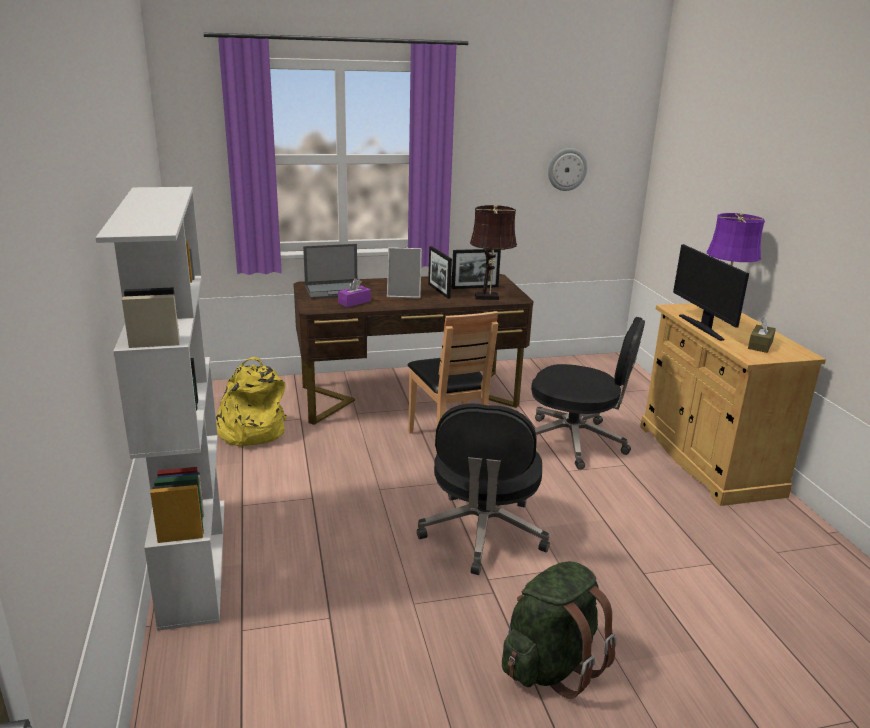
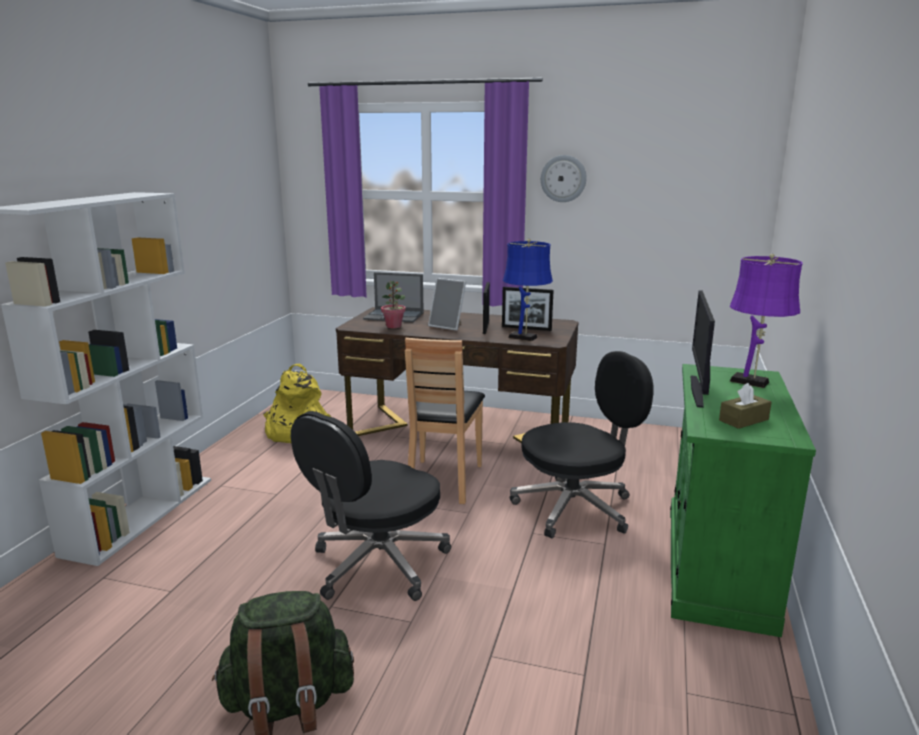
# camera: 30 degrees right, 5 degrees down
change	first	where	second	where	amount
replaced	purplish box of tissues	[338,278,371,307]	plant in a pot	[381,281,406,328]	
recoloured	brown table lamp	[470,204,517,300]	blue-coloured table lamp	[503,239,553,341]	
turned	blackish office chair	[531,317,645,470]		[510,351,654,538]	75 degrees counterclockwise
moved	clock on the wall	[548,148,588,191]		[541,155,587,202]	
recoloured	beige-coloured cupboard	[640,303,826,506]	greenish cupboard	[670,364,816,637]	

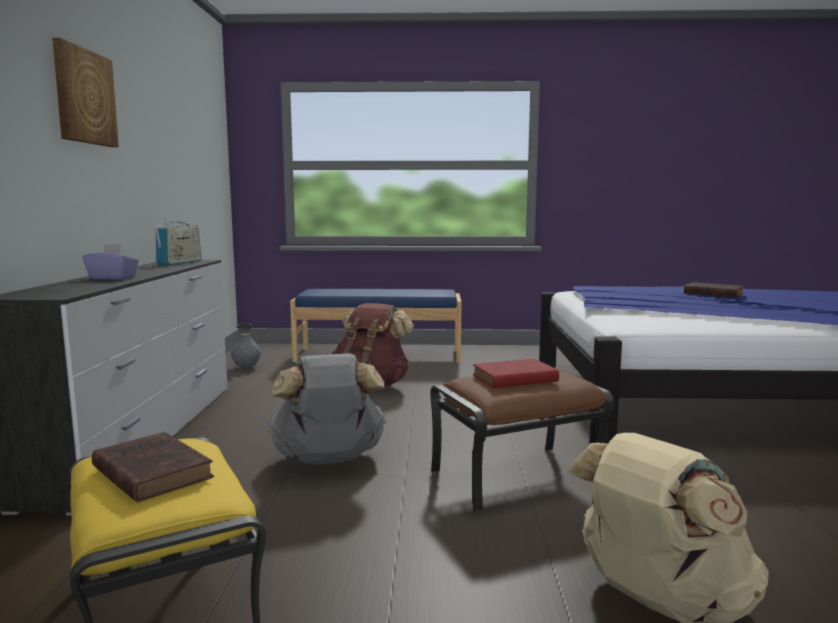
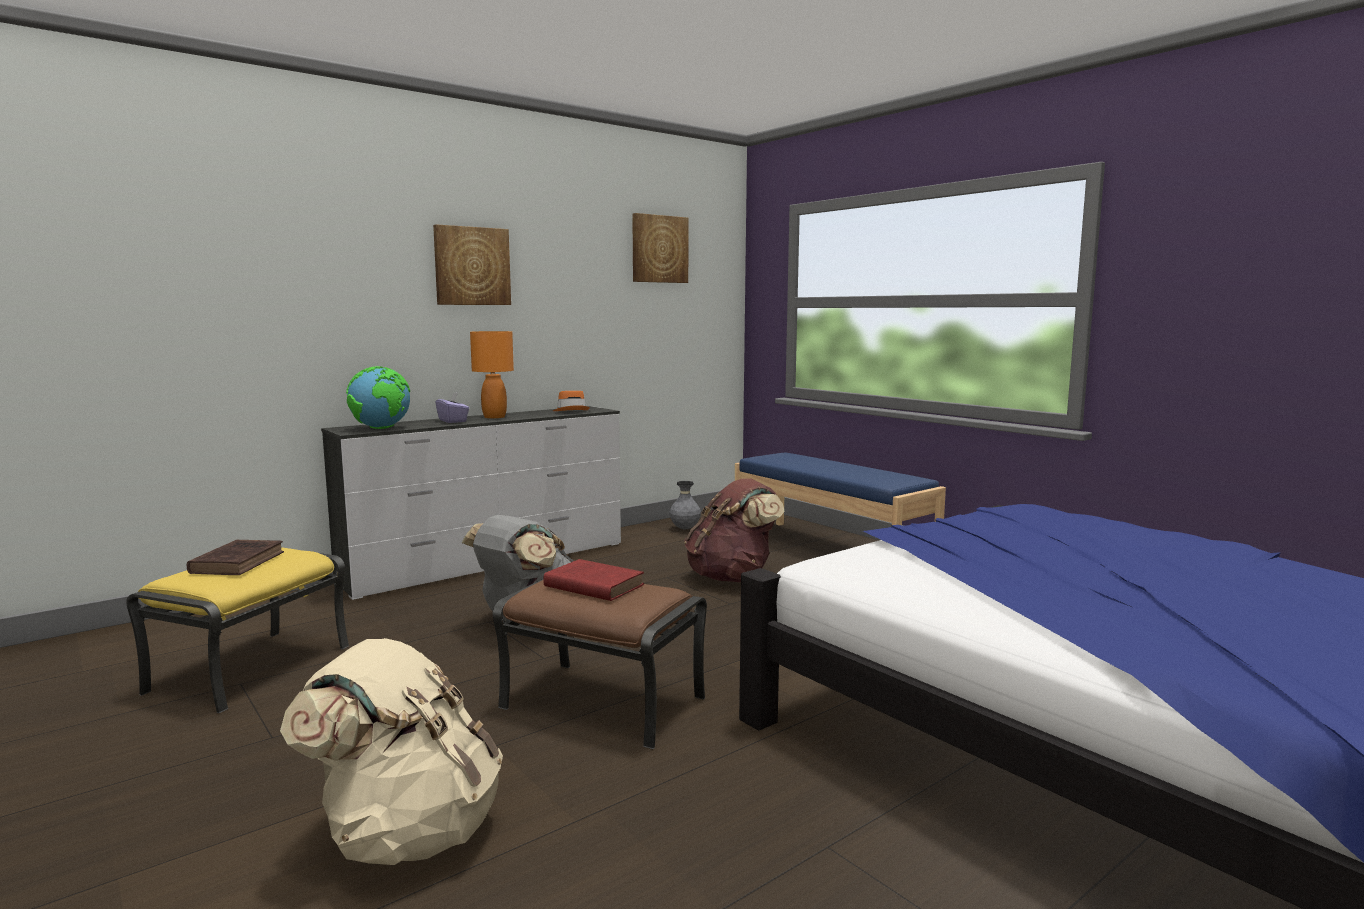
# camera: 50 degrees right, 0 degrees up
change	first	where	second	where	amount
replaced	radio receiver	[155,217,201,265]	orange-coloured clothing hat	[553,391,590,411]	
removed	brown bound book	[684,282,744,298]			
added			world globe	[346,366,410,429]	
added			orange-coloured table lamp	[470,331,514,419]	
added			wall picture	[632,213,689,283]	

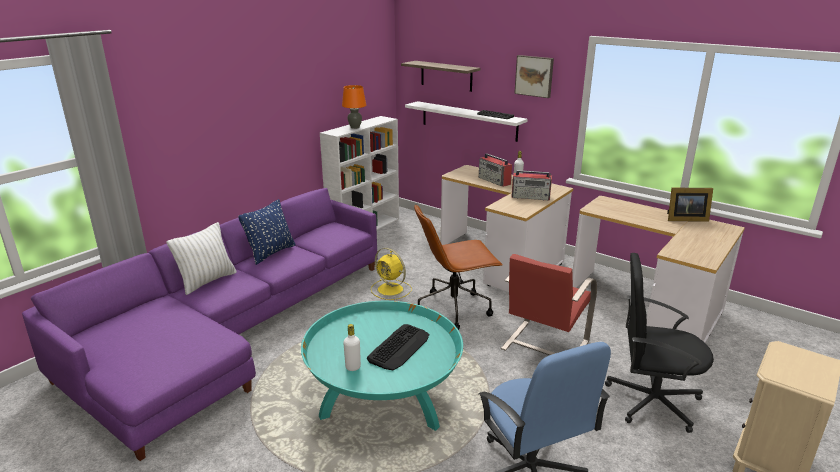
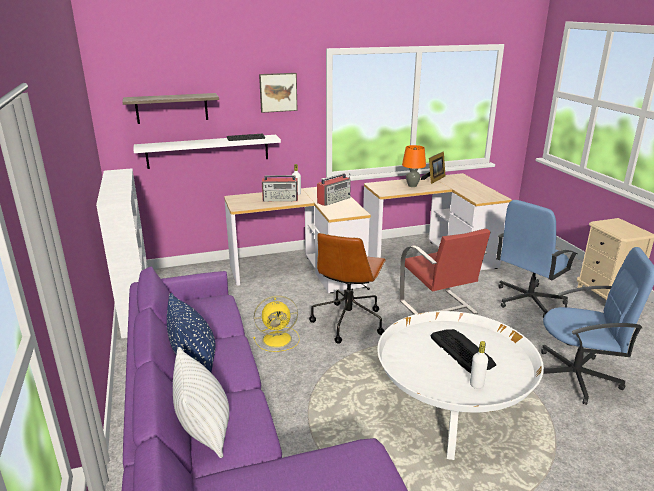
# camera: 55 degrees left, 0 degrees up
change	first	where	second	where	amount
recoloured	blue-green low table	[301,301,463,431]	white-coloured low table	[377,311,544,460]	
moved	orange-coloured table lamp	[342,85,366,129]		[402,145,426,187]	
recoloured	blackish office chair	[605,253,714,433]	blue-coloured office chair	[496,200,577,318]	

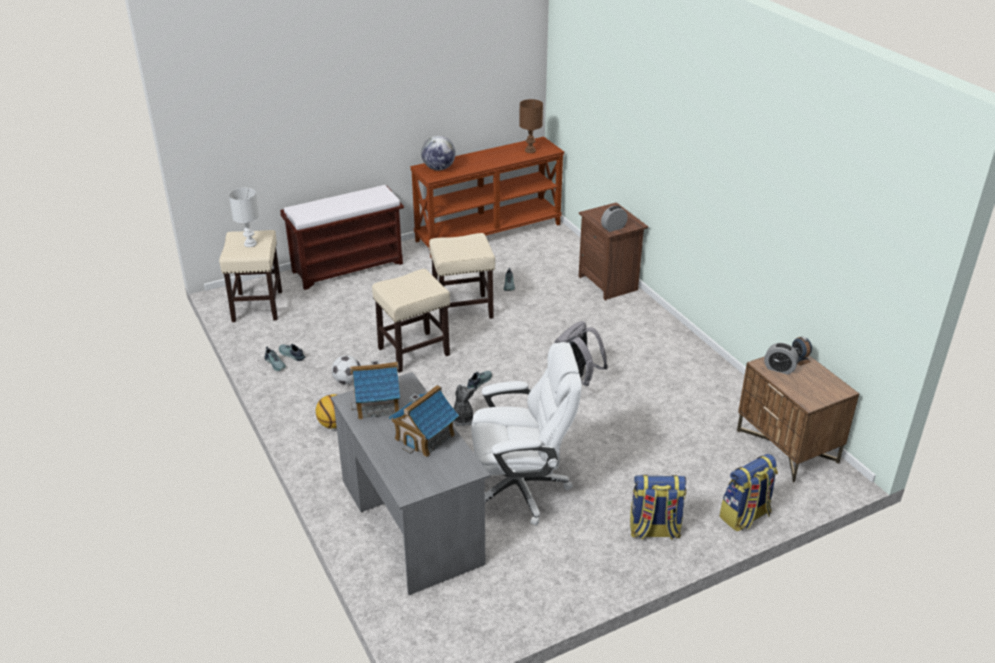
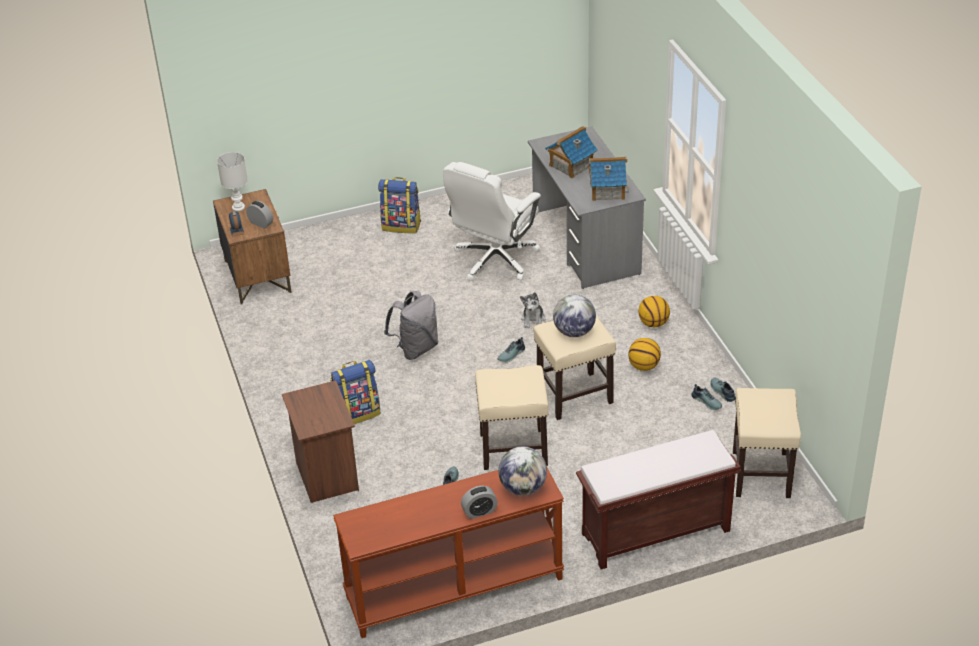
# camera: 170 degrees left, 5 degrees up
change	first	where	second	where	amount
moved	white-coloured table lamp	[229,188,259,247]		[217,152,248,211]	
replaced	football ball	[332,355,360,384]	ball for basketball	[628,338,661,371]	
turned	white-coloured office chair	[471,342,582,526]		[443,162,541,281]	60 degrees counterclockwise
removed	brown table lamp	[519,99,543,153]			
moved	alarm clock	[601,206,628,232]		[461,486,498,519]	
moved	knapsack	[720,454,778,531]		[330,360,380,424]	
added			world globe	[553,295,596,337]	

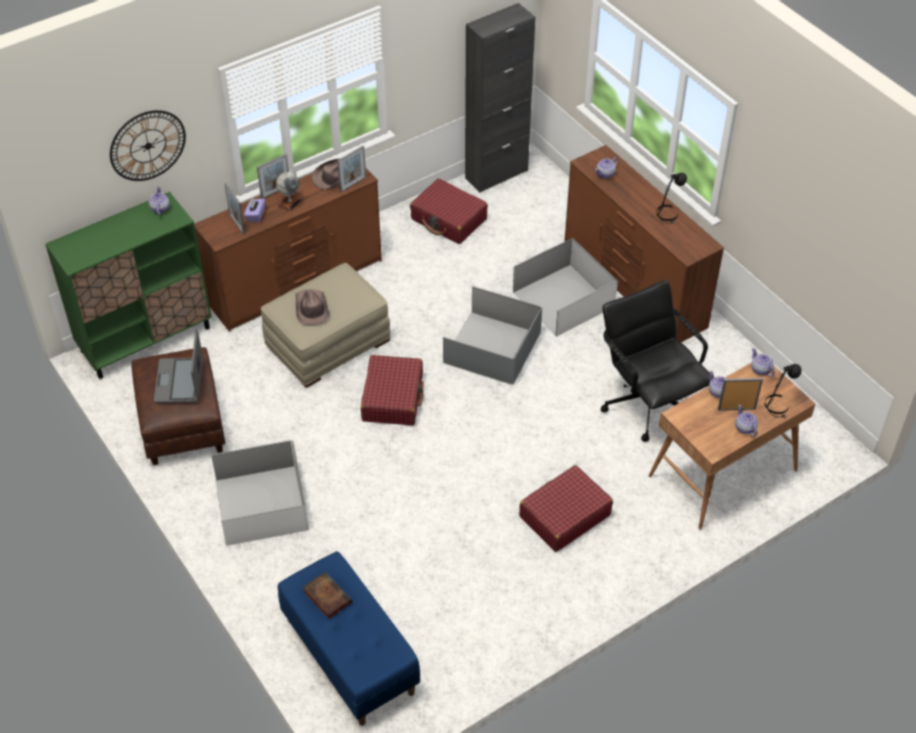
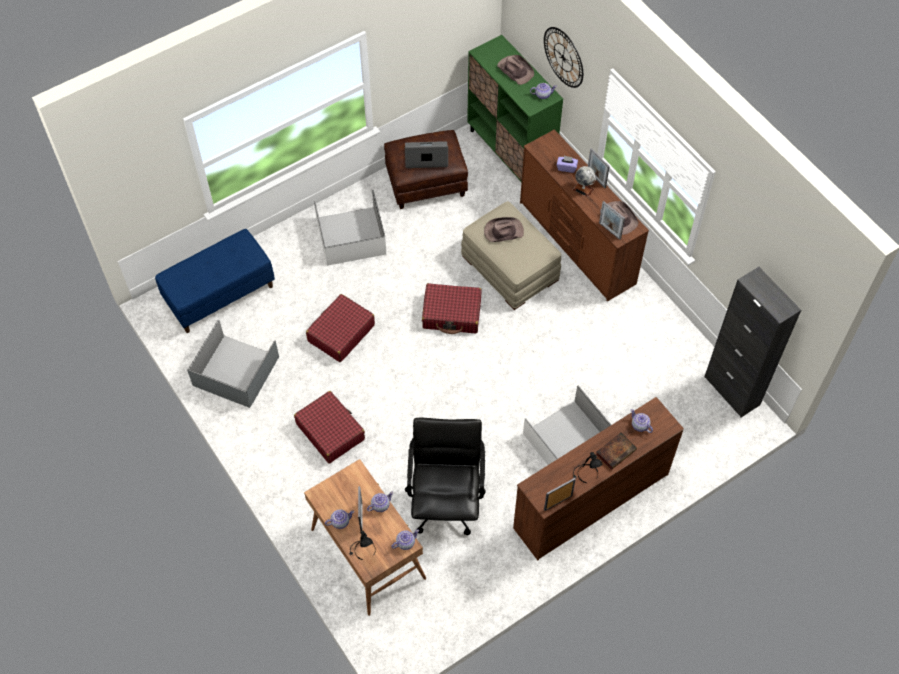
# camera: 90 degrees right, 10 degrees up
change	first	where	second	where	amount
moved	standing frame	[224,183,245,235]		[544,478,576,511]	
moved	bound book	[302,572,352,619]		[596,433,637,470]	
moved	red-coloured piece of luggage	[410,179,488,244]		[306,294,375,362]	
moved	greyish storage container	[443,286,542,385]		[187,320,279,408]	
turned	blackish office chair	[601,280,710,442]		[405,418,486,535]	60 degrees counterclockwise
added			brown clothing hat	[497,55,534,85]	

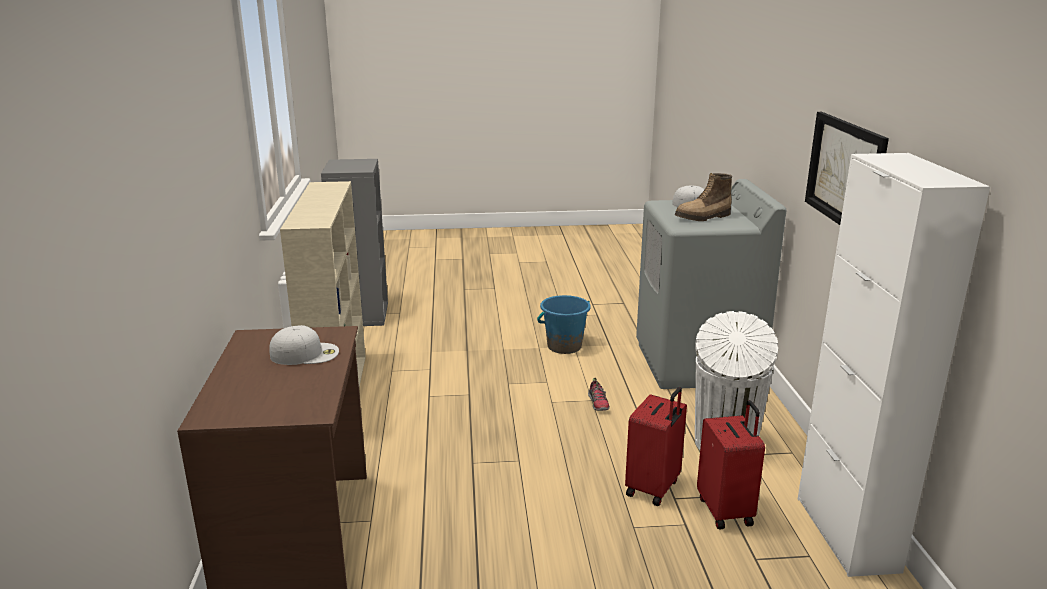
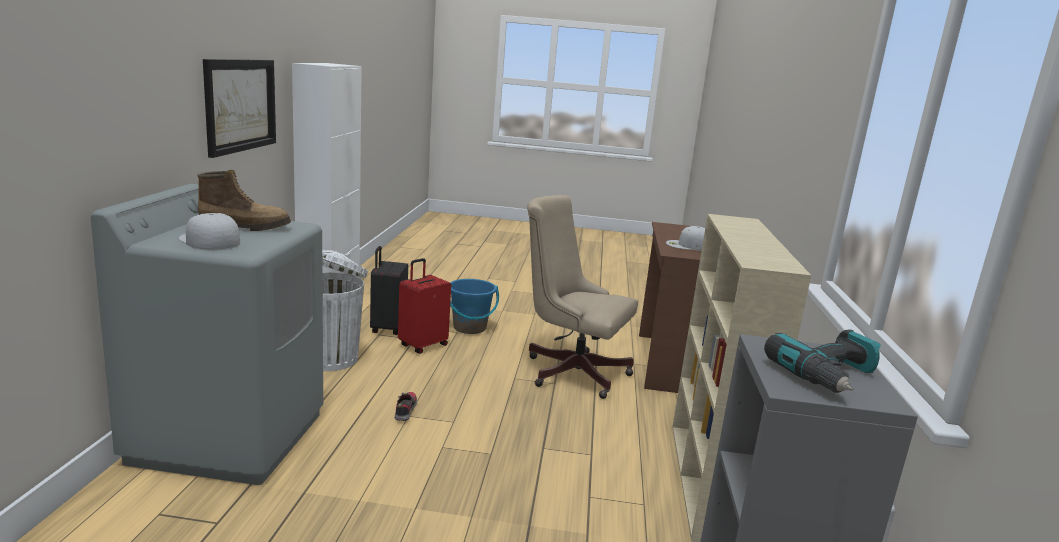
# camera: 170 degrees left, 5 degrees down
change	first	where	second	where	amount
moved	blue-coloured water bucket	[537,295,591,354]		[450,279,499,334]	
recoloured	red-coloured piece of luggage	[697,400,765,530]	blackish piece of luggage	[370,246,408,335]	
added			beige-coloured office chair	[527,195,638,399]	
added			power drill	[764,329,881,393]	

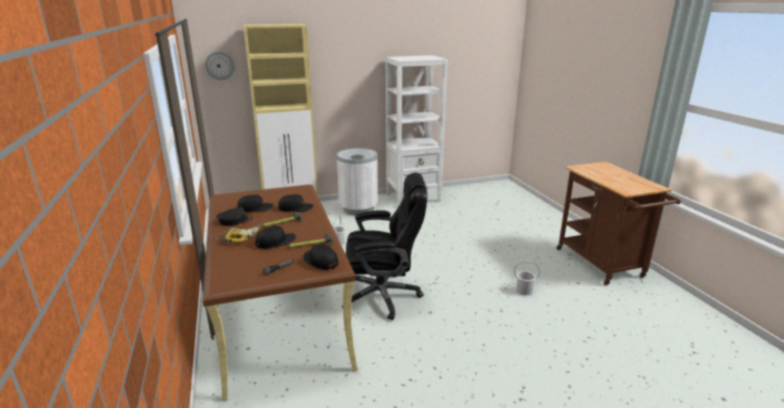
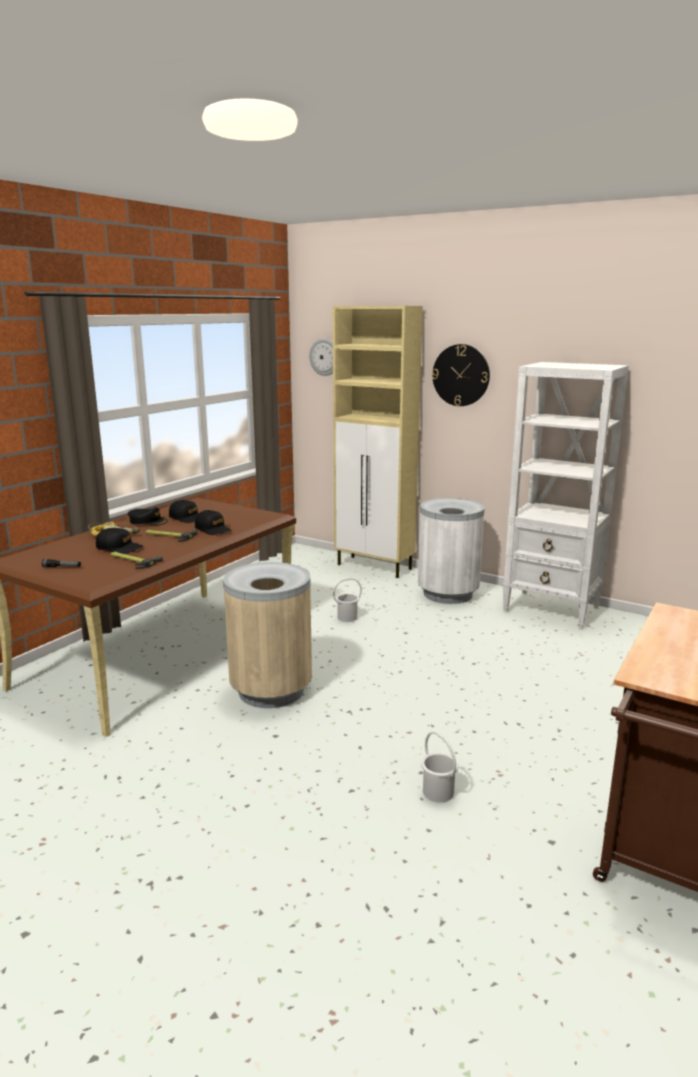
# camera: 50 degrees right, 5 degrees down
change	first	where	second	where	amount
removed	blackish peaked cap	[304,244,339,270]			
replaced	blackish office chair	[342,173,427,320]	beige-coloured rubbish bin	[223,562,312,708]	
added			clock on the wall	[432,344,490,406]	

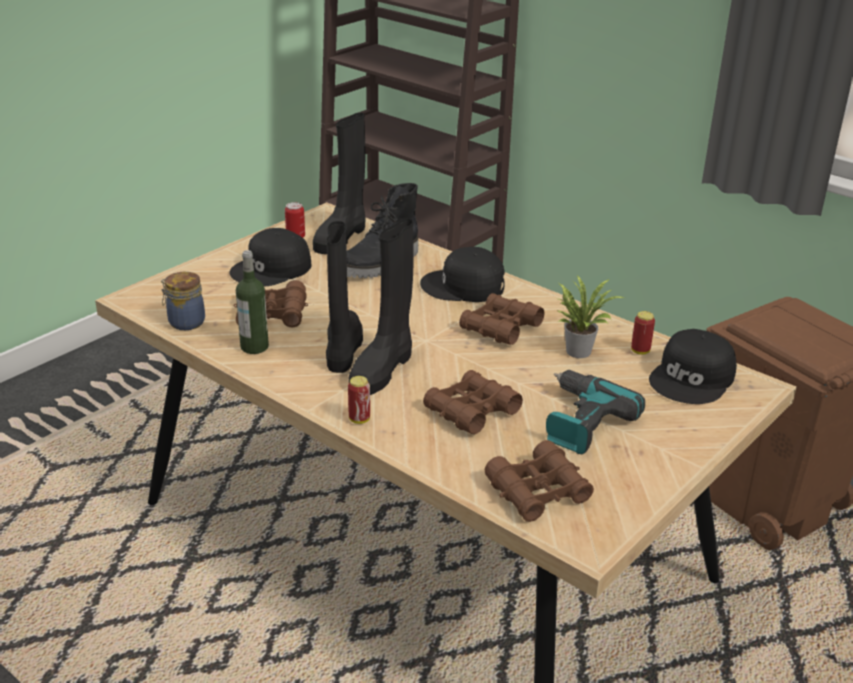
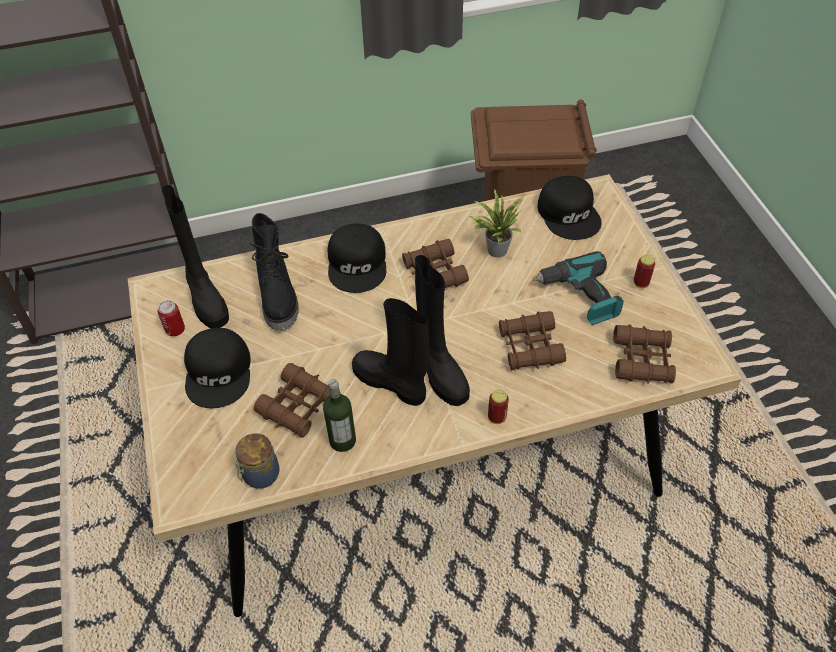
# camera: 55 degrees left, 20 degrees up
change	first	where	second	where	amount
turned	blackish peaked cap	[420,247,505,302]		[327,224,386,293]	45 degrees counterclockwise
moved	metal can	[631,311,655,355]		[633,255,655,288]	

